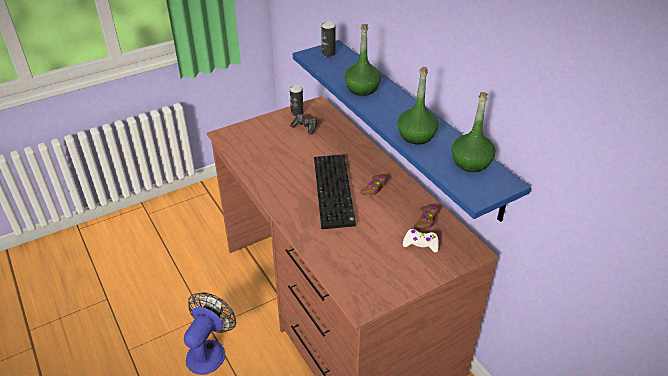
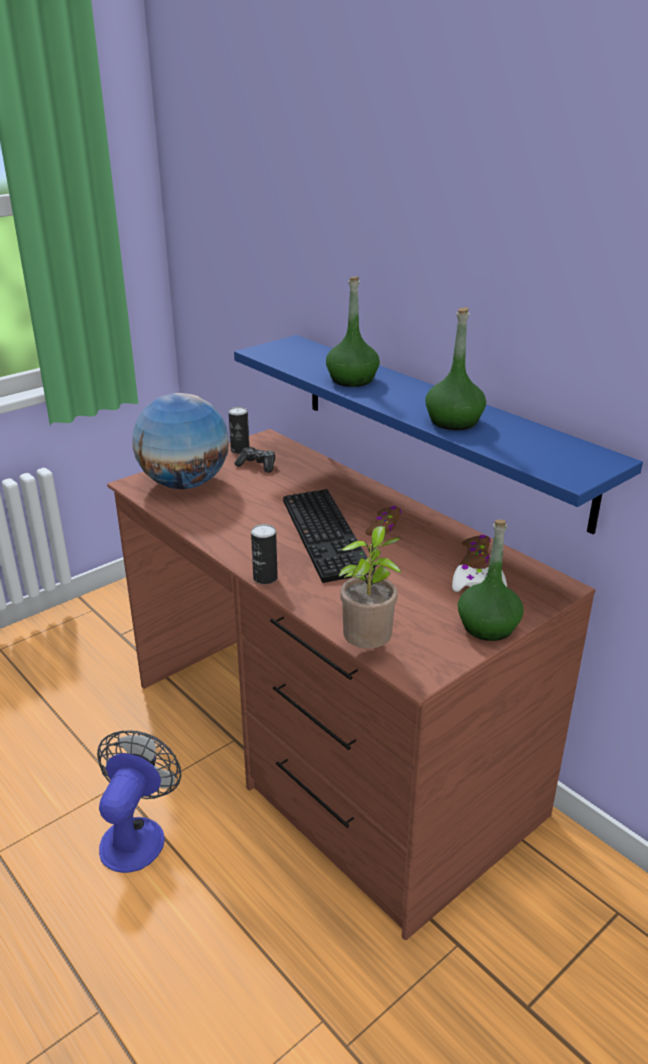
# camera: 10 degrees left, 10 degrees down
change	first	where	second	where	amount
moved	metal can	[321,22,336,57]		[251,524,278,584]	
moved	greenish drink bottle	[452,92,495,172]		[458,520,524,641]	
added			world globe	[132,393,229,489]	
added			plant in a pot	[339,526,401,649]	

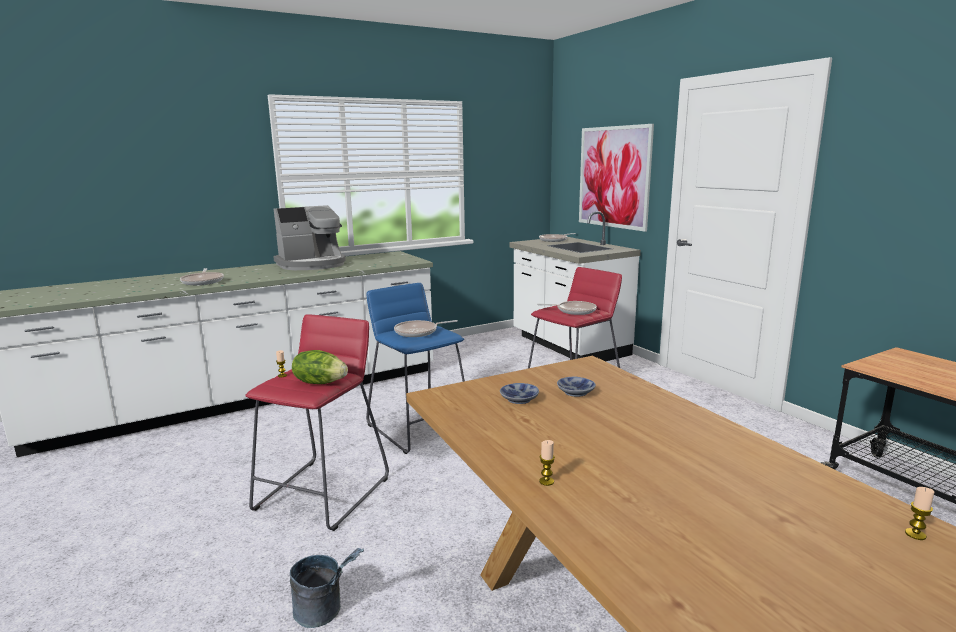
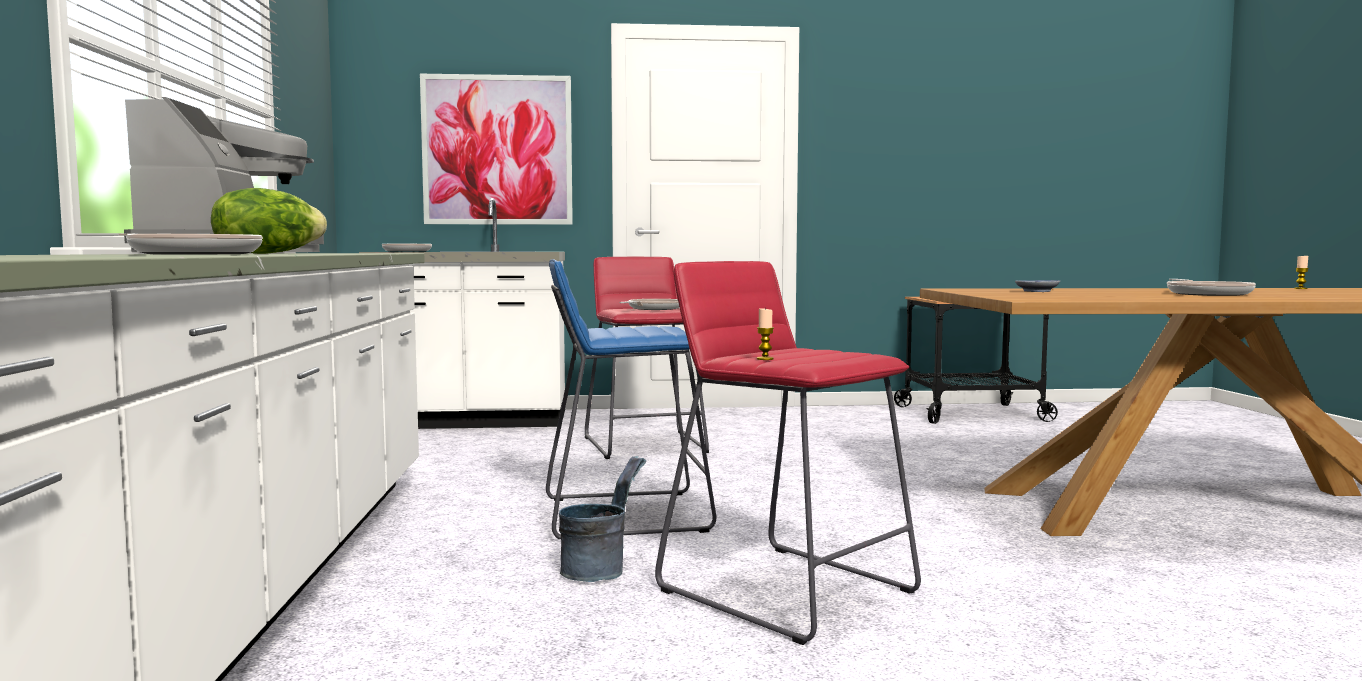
# camera: 65 degrees left, 10 degrees down
change	first	where	second	where	amount
moved	greyish water bucket	[290,548,364,628]		[559,456,646,582]	
moved	lettuce head	[292,350,348,384]		[211,188,327,254]	
moved	pan	[394,320,458,337]		[1167,279,1256,296]	
removed	bowl	[500,383,539,404]			
removed	wax light	[539,440,555,486]			

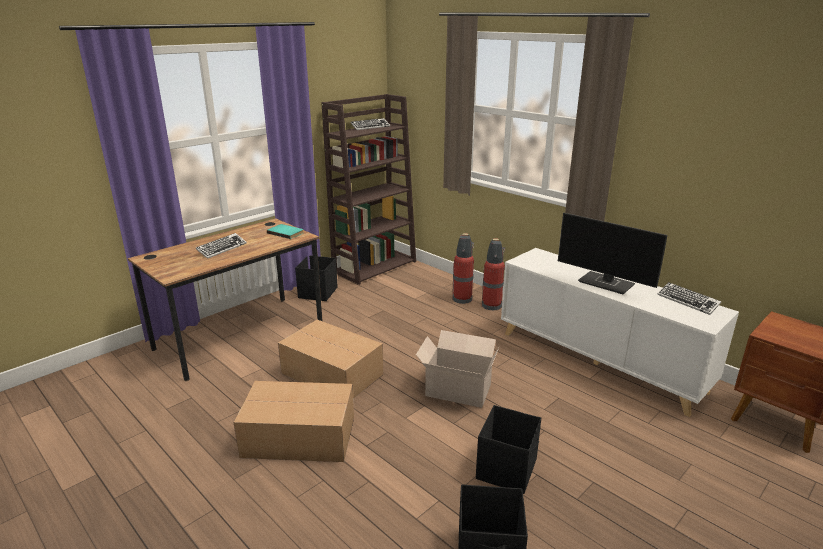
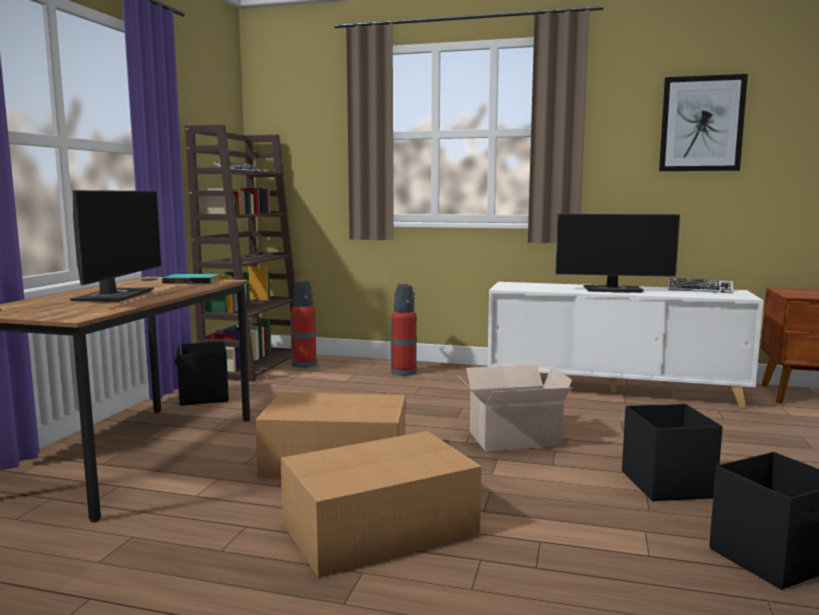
# camera: 30 degrees left, 15 degrees down
change	first	where	second	where	amount
replaced	computer keyboard	[196,233,247,259]	monitor	[70,190,162,302]	
moved	fire-fighting cylinder	[482,238,505,310]		[290,279,317,368]	
added			wall picture	[659,74,748,171]	

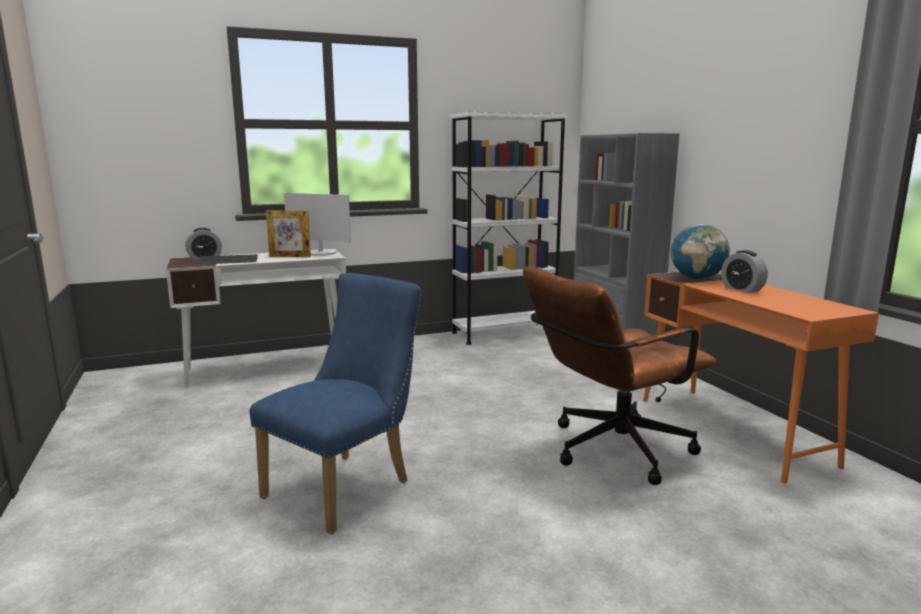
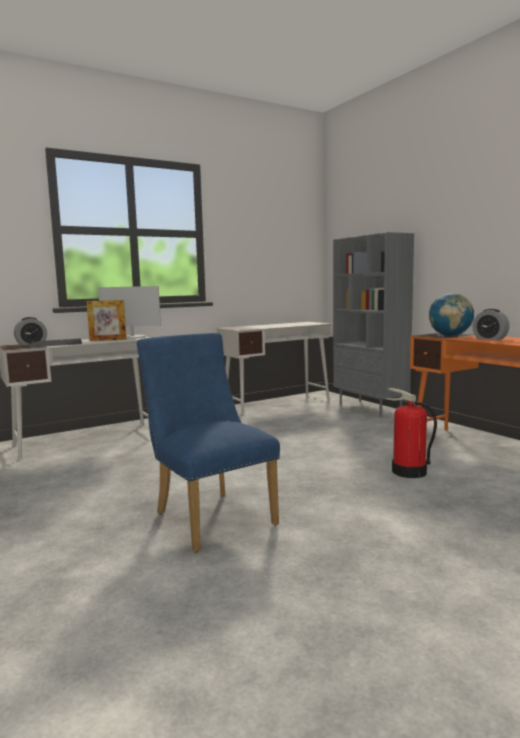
# camera: 10 degrees left, 5 degrees down
change	first	where	second	where	amount
turned	blue-coloured plain chair	[250,273,421,535]		[137,333,280,552]	60 degrees counterclockwise
replaced	white-coloured bookcase	[450,112,568,345]	white-coloured desk	[217,322,333,415]	
replaced	brown office chair	[523,266,716,485]	fire-fighting cylinder	[386,388,437,478]	

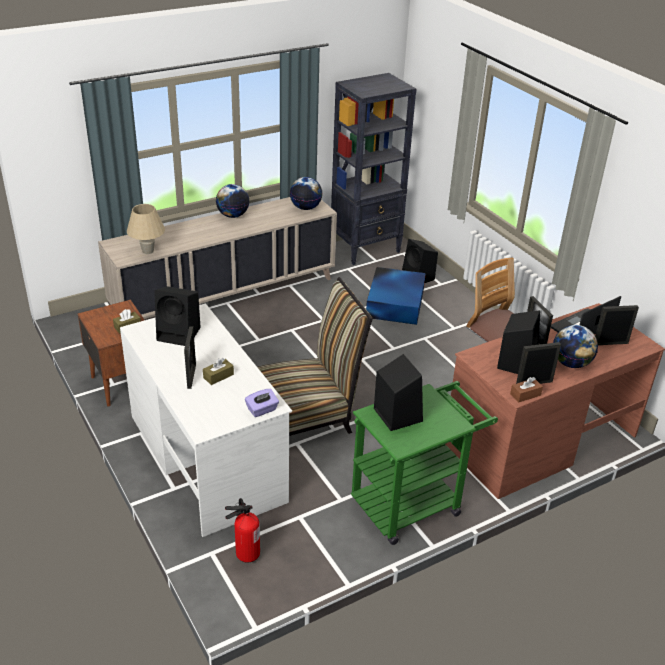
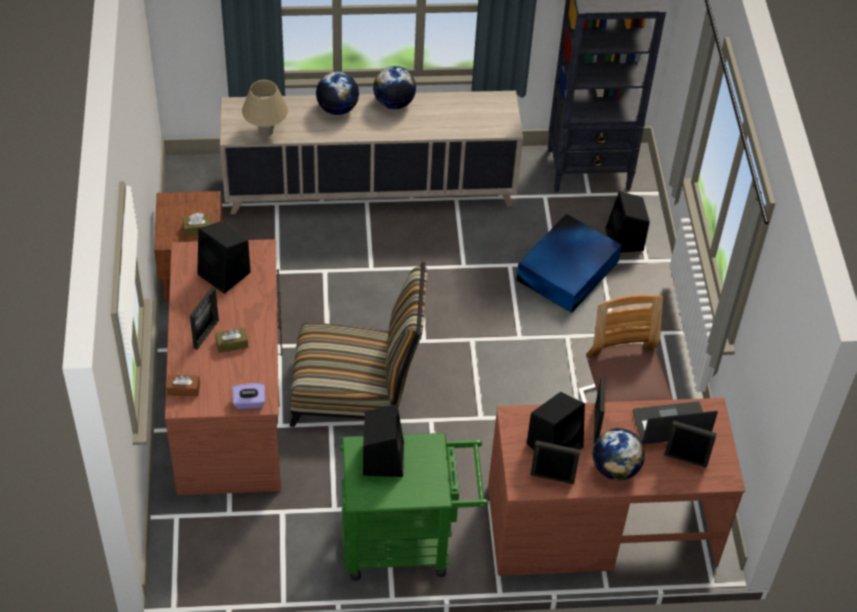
# camera: 25 degrees right, 15 degrees up
change	first	where	second	where	amount
recoloured	white-coloured desk	[120,303,292,537]	brown desk	[165,239,282,495]	
removed	fire-fighting cylinder	[225,498,260,563]			
moved	world globe	[290,177,323,210]		[316,72,359,115]	
moved	brown box of tissues	[510,377,543,403]		[166,375,200,397]	

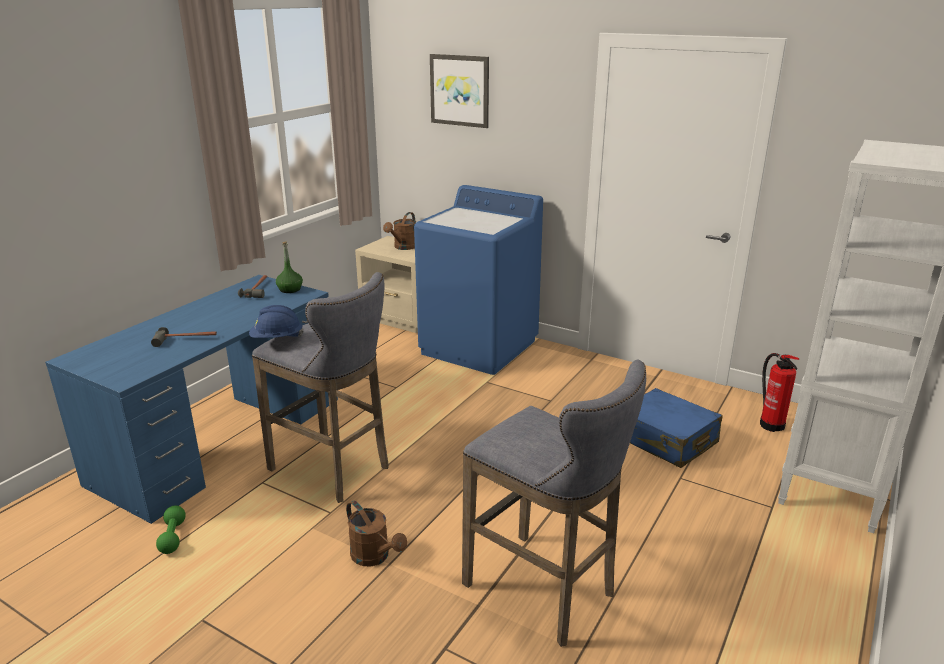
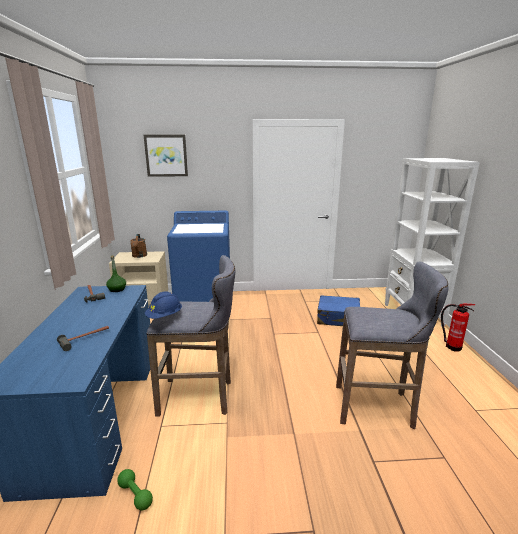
# camera: 35 degrees left, 5 degrees down
change	first	where	second	where	amount
removed	brown sprinkling can	[346,501,407,566]			
moved	fire-fighting cylinder	[760,353,799,432]		[441,304,475,352]	

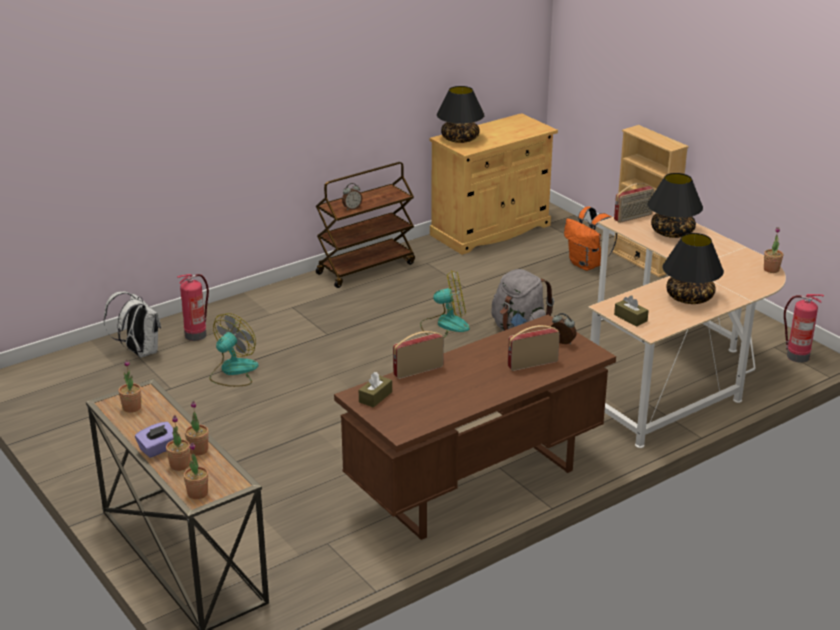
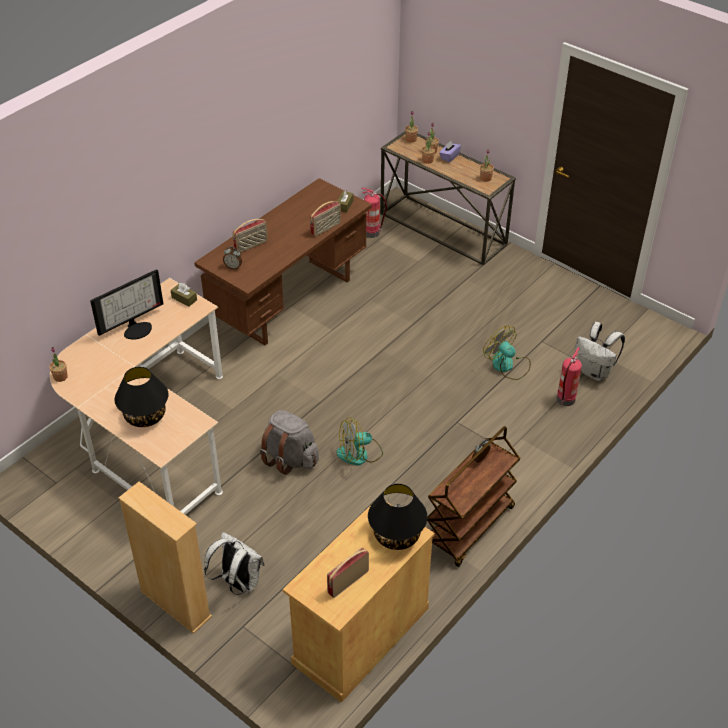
# camera: 165 degrees right, 15 degrees up
change	first	where	second	where	amount
turned	electric fan	[210,313,259,387]		[483,325,531,380]	120 degrees clockwise
recoloured	orange-coloured knapsack	[564,206,617,271]	white-coloured knapsack	[204,532,264,595]	
moved	radio receiver	[614,183,655,223]		[327,548,369,598]	
replaced	blackish table lamp	[663,233,724,304]	monitor	[90,269,163,340]	
moved	fire-fighting cylinder	[784,294,824,363]		[361,188,387,238]	

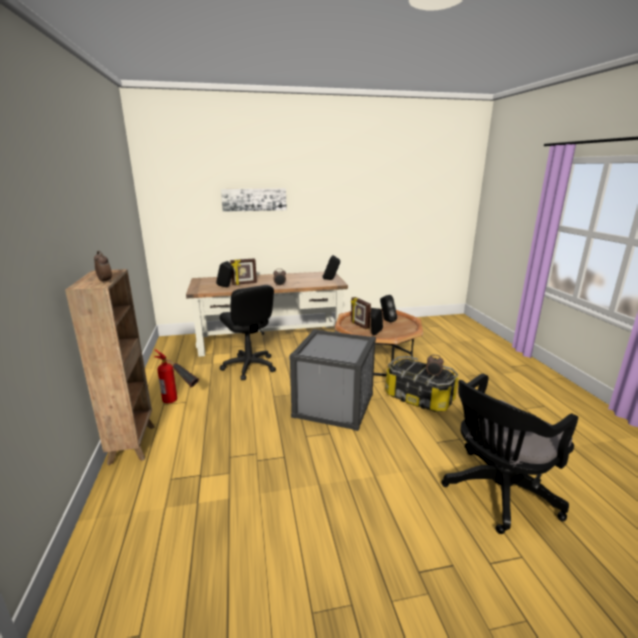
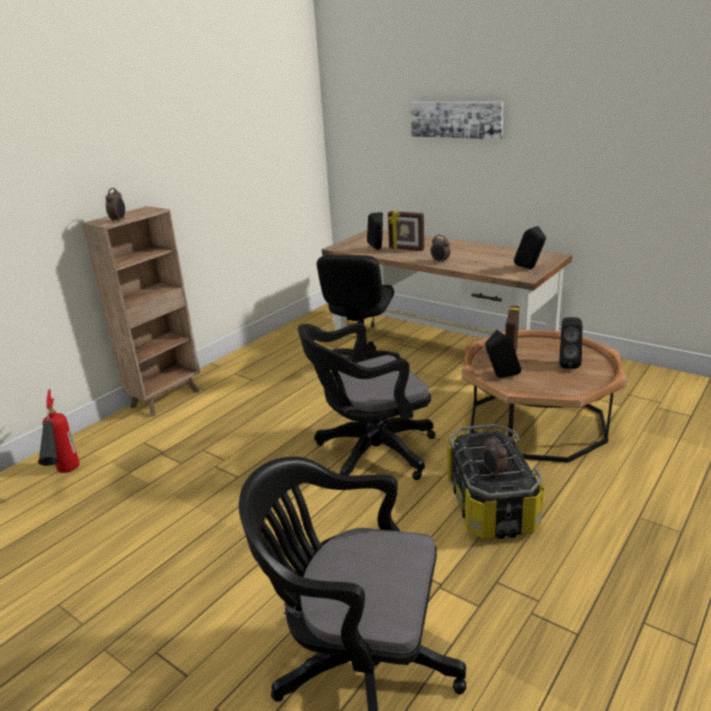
# camera: 50 degrees right, 5 degrees up
change	first	where	second	where	amount
moved	fire-fighting cylinder	[155,349,199,403]		[38,389,79,473]	
replaced	greyish storage container	[289,329,376,431]	blackish office chair	[298,323,436,480]	

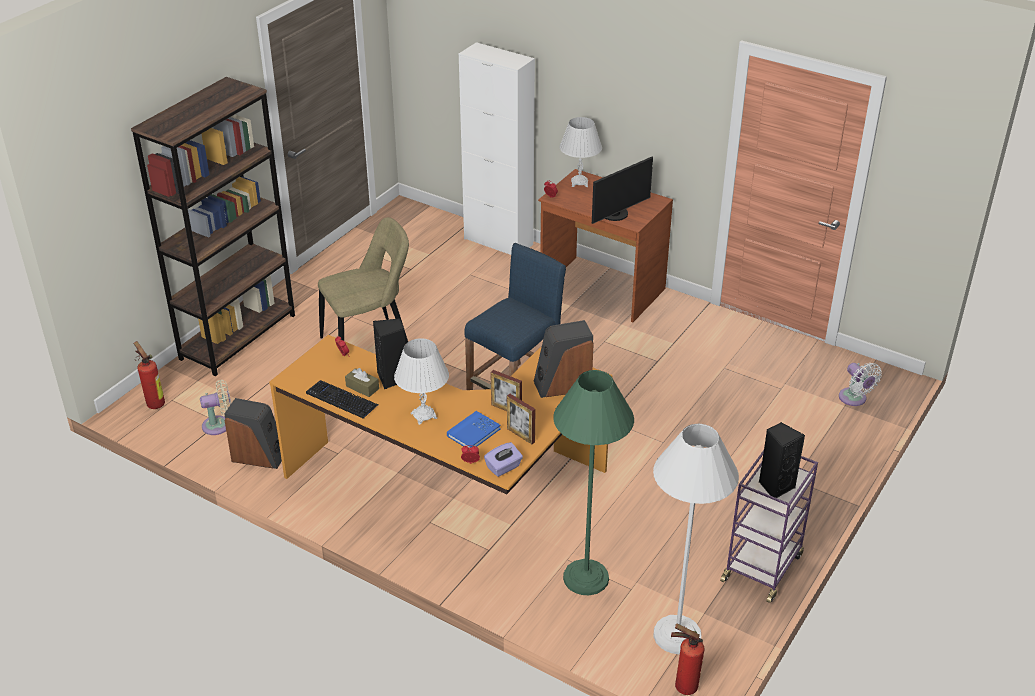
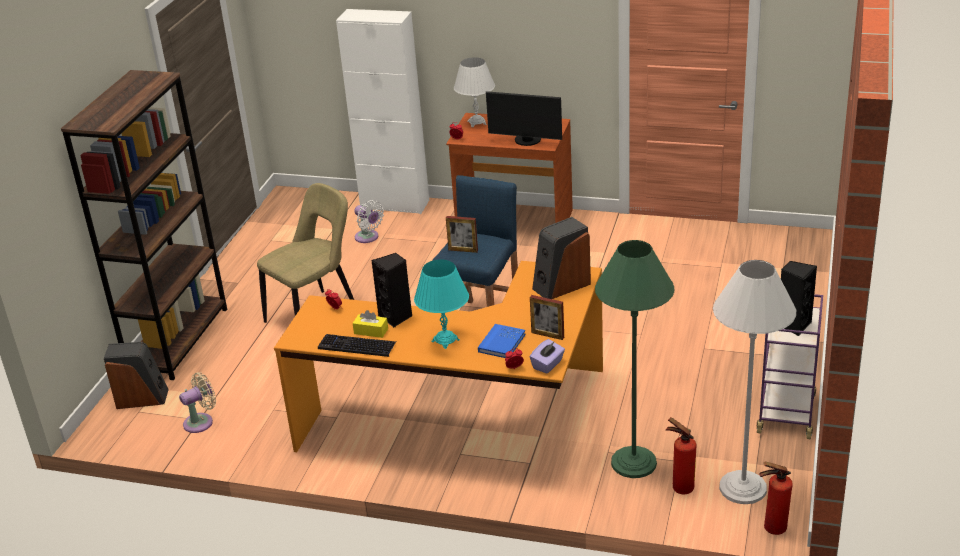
# camera: 15 degrees left, 5 degrees down
change	first	where	second	where	amount
moved	fire-fighting cylinder	[133,341,165,409]		[666,417,696,494]	
moved	speaker	[224,398,282,469]		[104,342,169,409]	
recoloured	brown box of tissues	[345,368,379,397]	yellow-coloured box of tissues	[352,310,388,338]	
recoloured	white-coloured table lamp	[394,338,449,425]	blue-green table lamp	[414,259,469,349]	
moved	standing frame	[491,370,522,411]		[446,216,478,253]	
turned	monitor	[592,156,653,224]		[486,91,562,146]	75 degrees clockwise
moved	white-coloured electric fan	[839,363,882,406]		[354,200,384,243]	

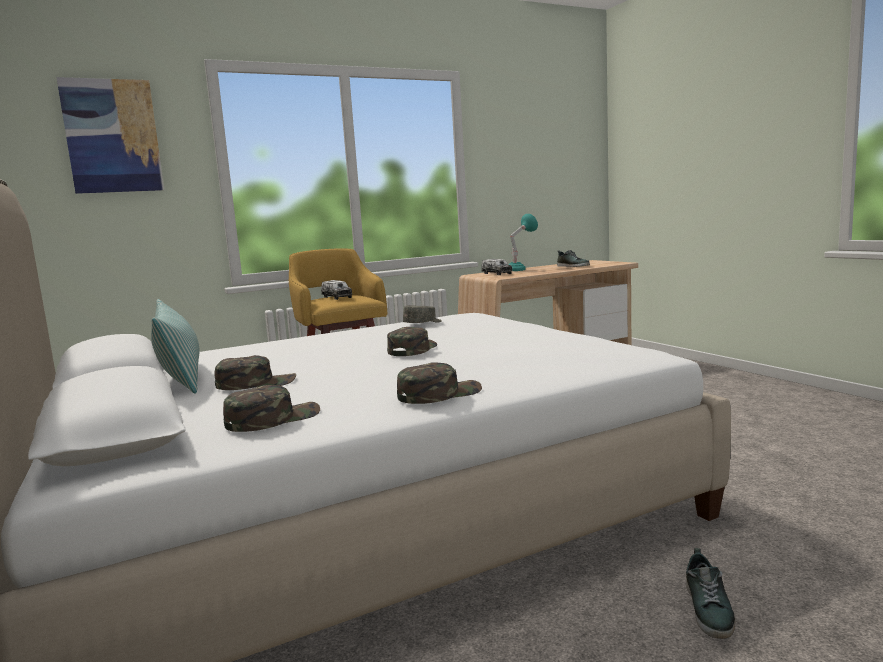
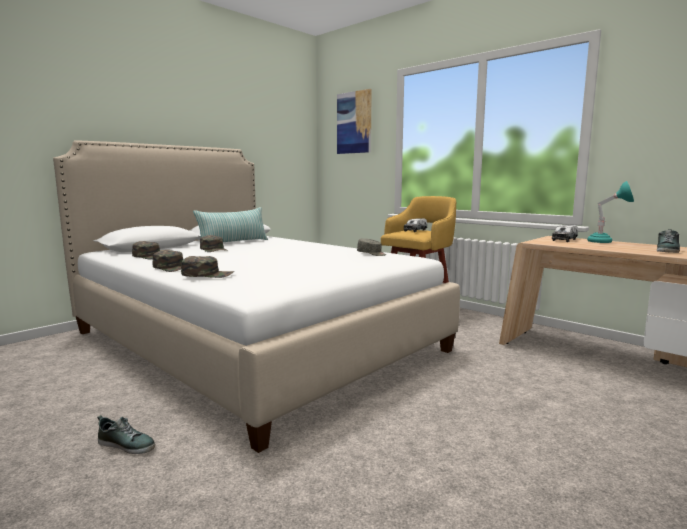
# camera: 70 degrees right, 0 degrees up
change	first	where	second	where	amount
moved	greenish peaked cap	[387,327,437,356]		[181,256,234,278]	
turned	shoe	[686,548,735,639]		[97,415,155,454]	150 degrees counterclockwise

